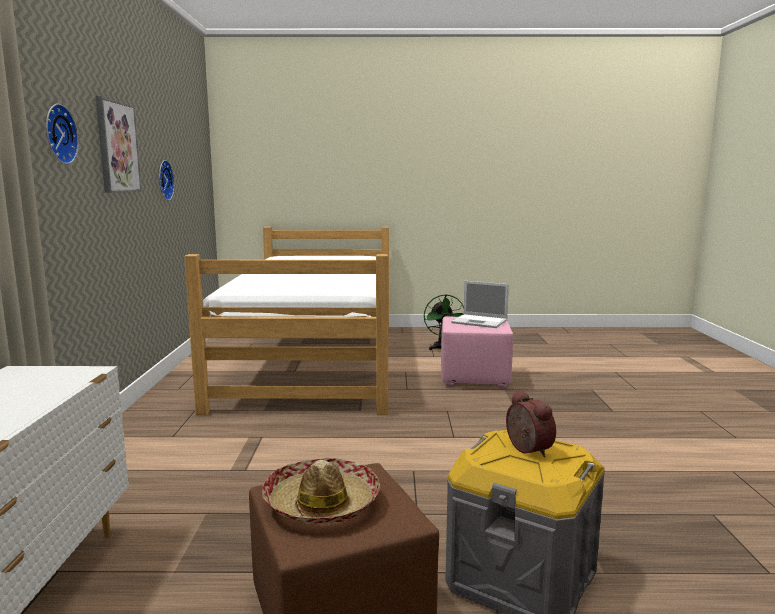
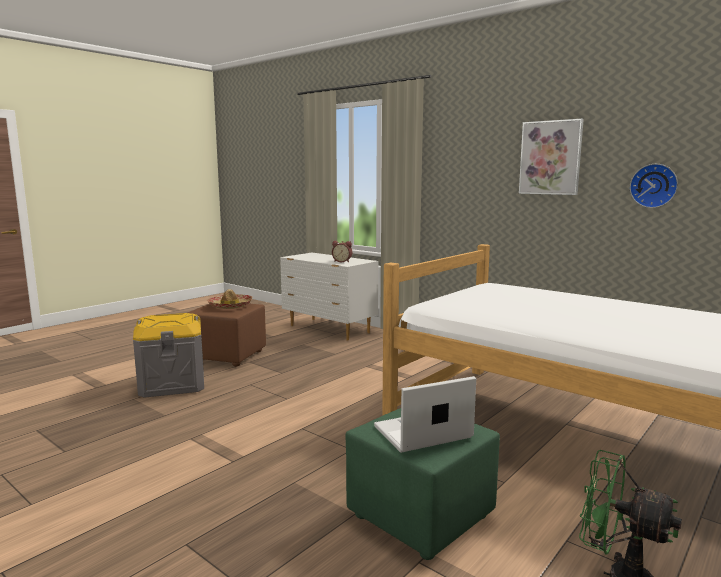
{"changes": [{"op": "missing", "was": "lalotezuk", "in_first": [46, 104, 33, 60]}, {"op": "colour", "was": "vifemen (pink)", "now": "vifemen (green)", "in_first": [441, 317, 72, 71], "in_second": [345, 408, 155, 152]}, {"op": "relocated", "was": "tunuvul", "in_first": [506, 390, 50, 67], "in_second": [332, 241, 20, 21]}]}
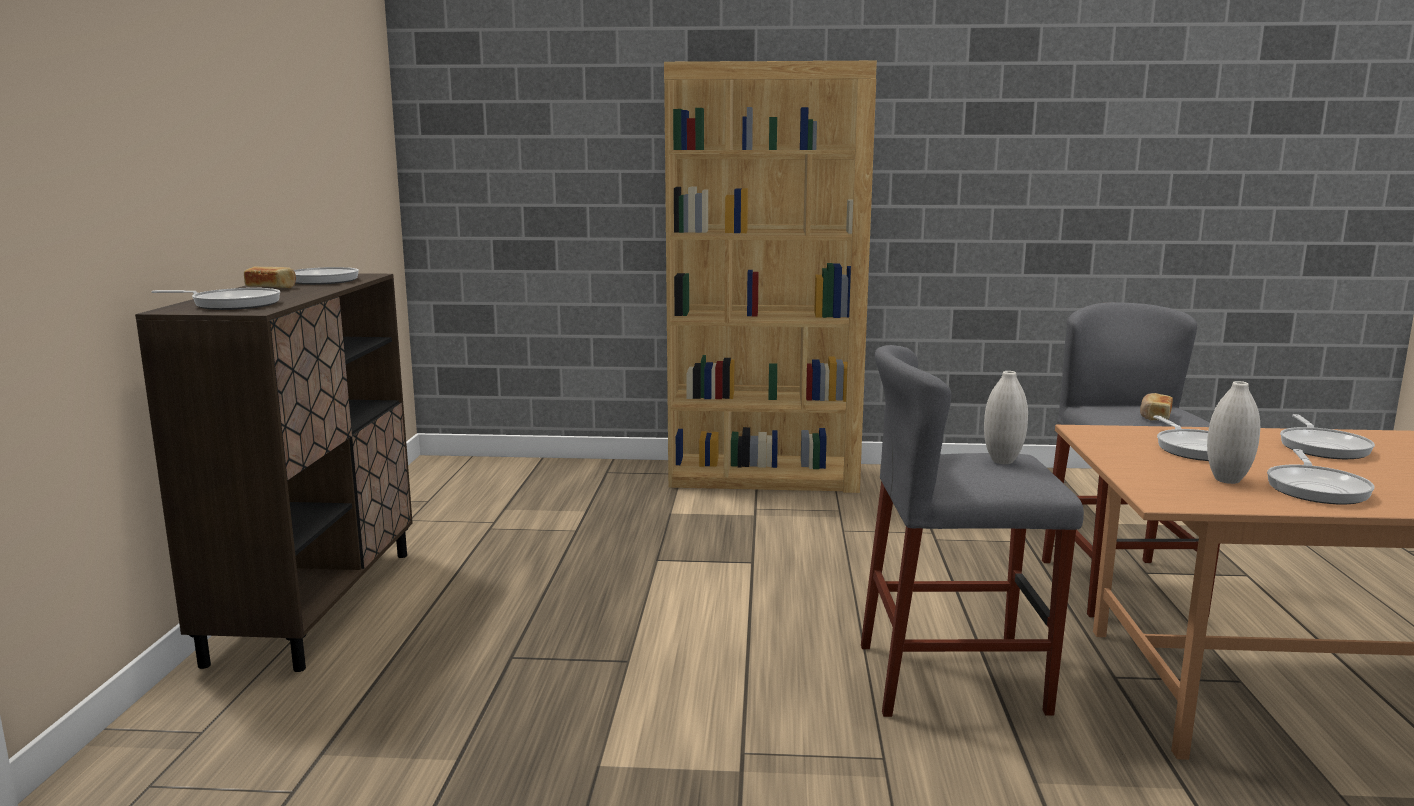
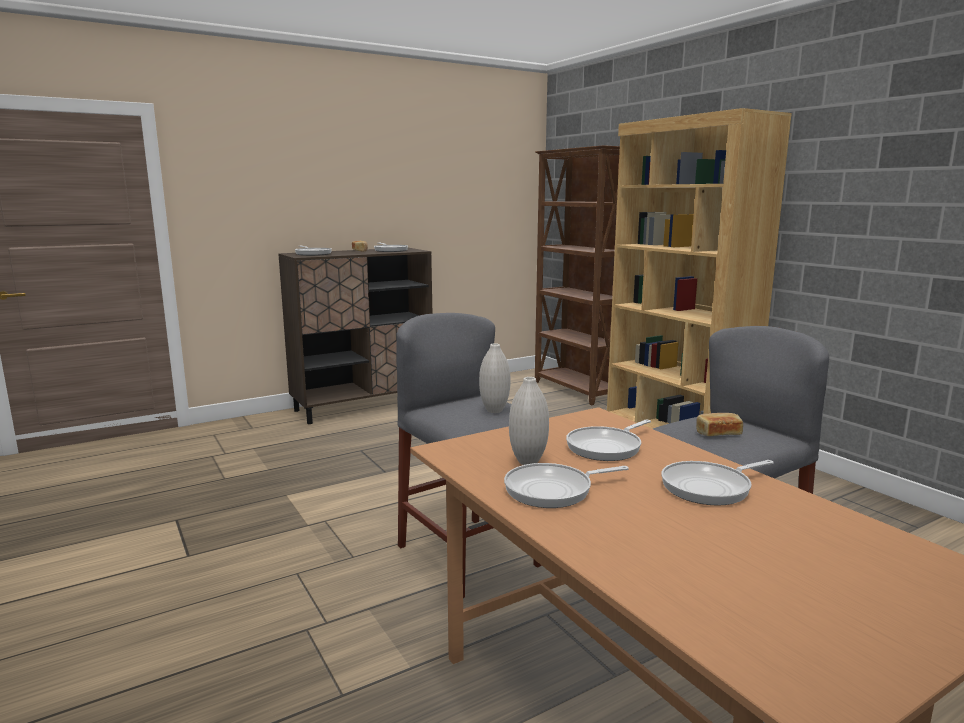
{"changes": [{"op": "appeared", "now": "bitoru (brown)", "in_second": [535, 145, 85, 260]}]}
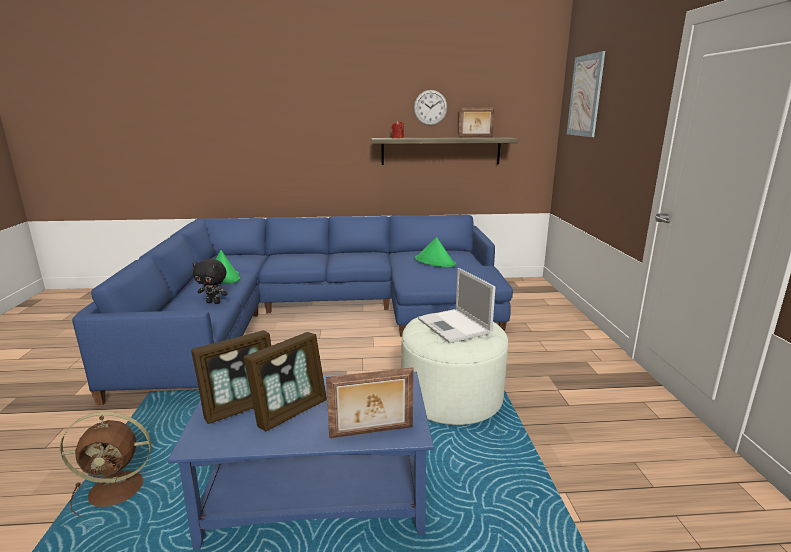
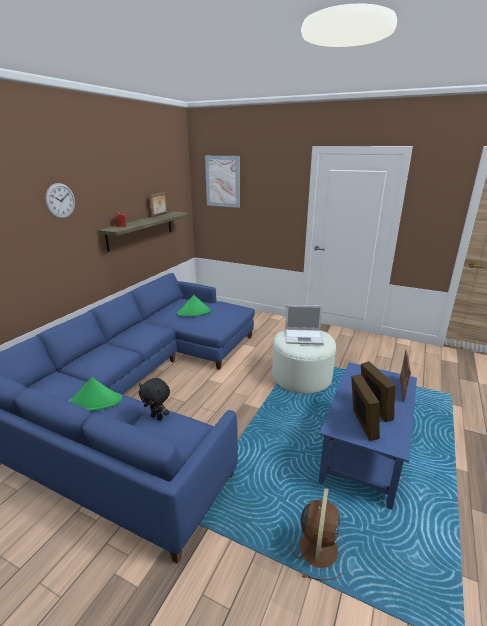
{"changes": [{"op": "relocated", "was": "lalotezuk", "in_first": [414, 90, 33, 35], "in_second": [45, 183, 30, 36]}, {"op": "spun", "was": "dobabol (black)", "in_first": [193, 259, 35, 45], "in_second": [139, 378, 31, 42], "clockwise": 75}]}
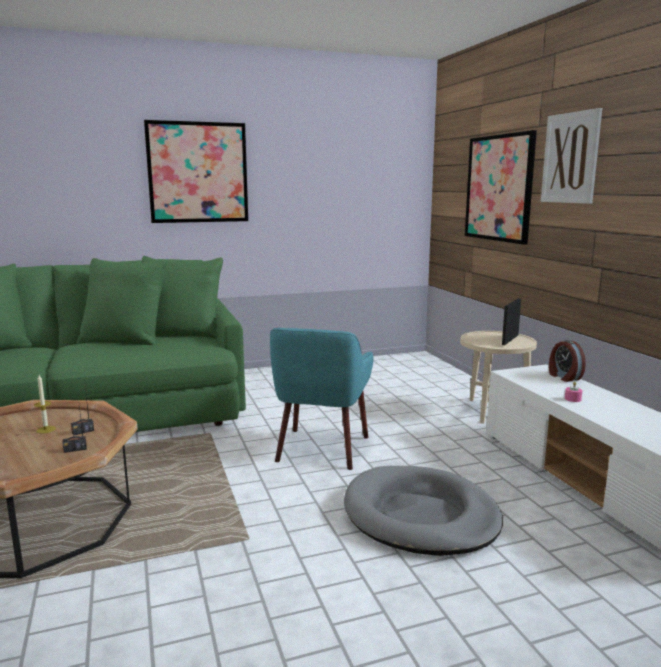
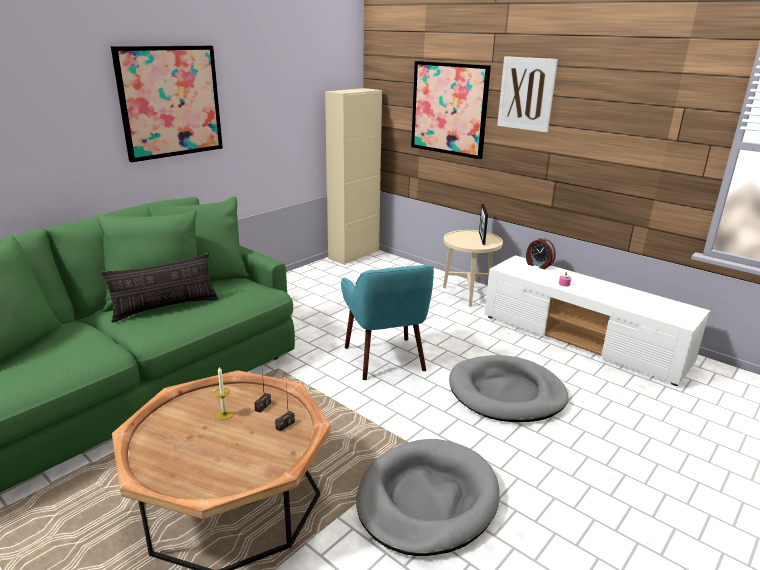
{"changes": [{"op": "appeared", "now": "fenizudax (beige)", "in_second": [325, 88, 57, 177]}, {"op": "appeared", "now": "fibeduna", "in_second": [101, 253, 118, 70]}, {"op": "appeared", "now": "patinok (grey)", "in_second": [356, 439, 144, 117]}]}
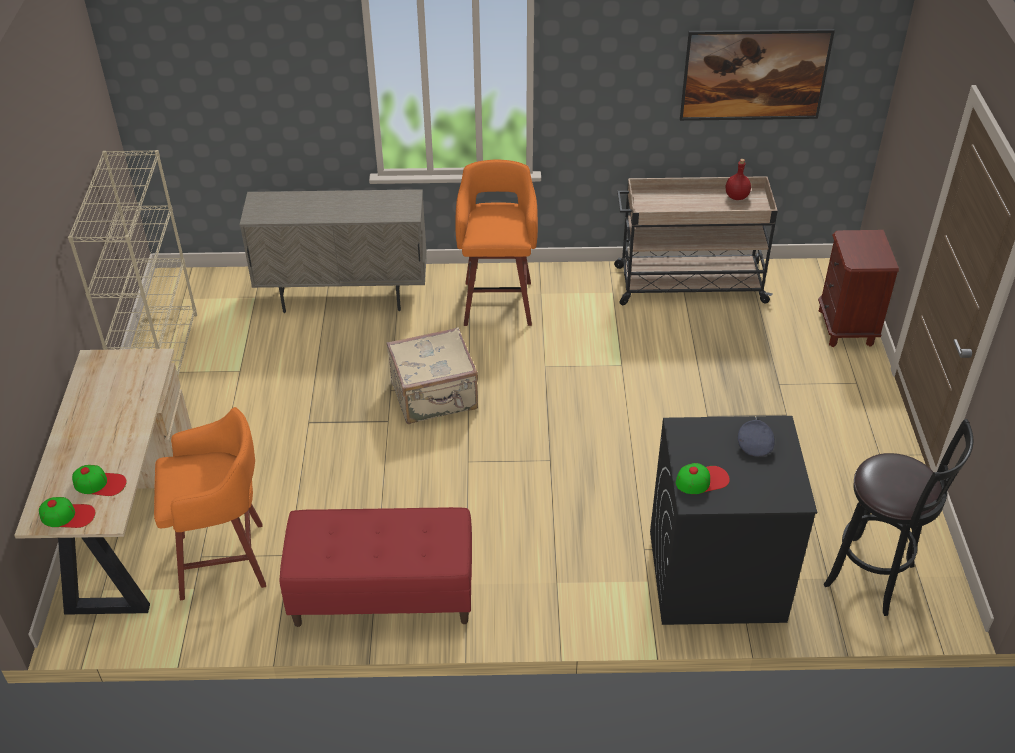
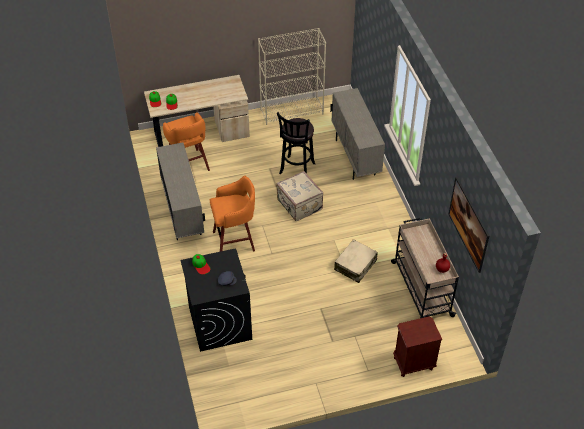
{"changes": [{"op": "relocated", "was": "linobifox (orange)", "in_first": [455, 160, 83, 166], "in_second": [210, 176, 45, 76]}, {"op": "relocated", "was": "linobifox (black)", "in_first": [824, 419, 149, 197], "in_second": [277, 112, 38, 62]}, {"op": "exchanged", "was": "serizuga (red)", "now": "fenizudax (beige)", "in_first": [280, 507, 192, 120], "in_second": [156, 142, 49, 98]}, {"op": "appeared", "now": "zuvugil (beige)", "in_second": [334, 239, 44, 44]}]}
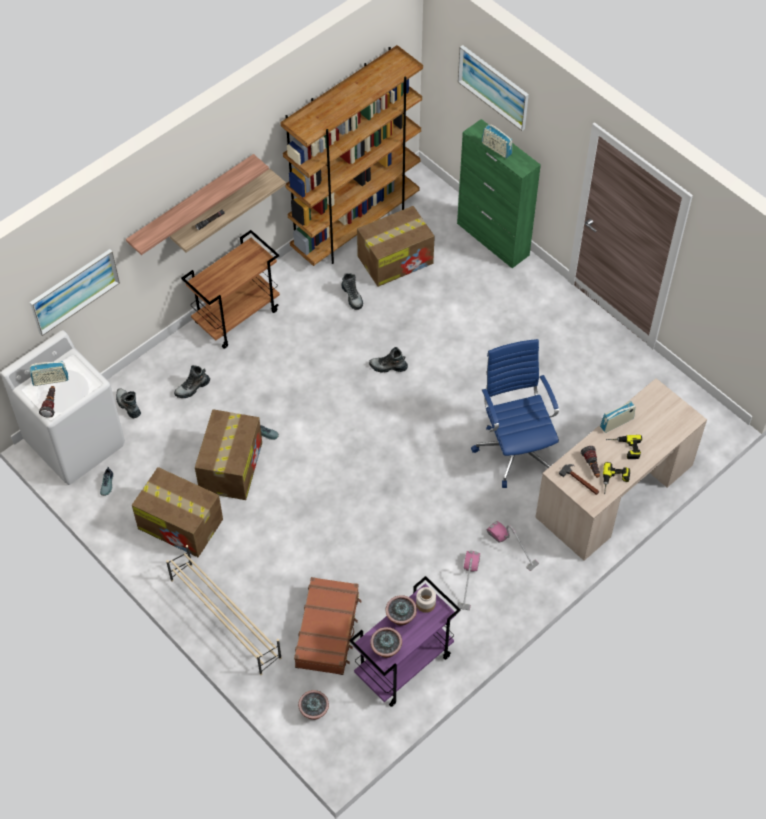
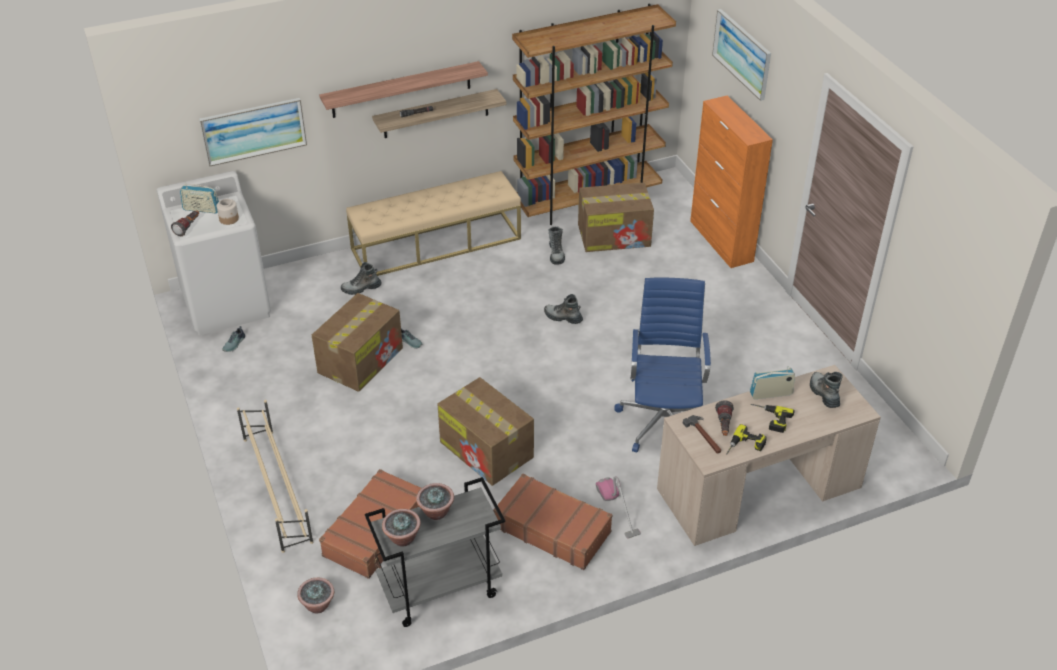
{"changes": [{"op": "colour", "was": "fenizudax (green)", "now": "fenizudax (orange)", "in_first": [457, 119, 84, 149], "in_second": [690, 95, 83, 173]}, {"op": "missing", "was": "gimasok", "in_first": [482, 124, 30, 34]}, {"op": "exchanged", "was": "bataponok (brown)", "now": "serizuga (beige)", "in_first": [181, 230, 99, 119], "in_second": [346, 171, 175, 105]}, {"op": "relocated", "was": "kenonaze", "in_first": [116, 388, 25, 30], "in_second": [810, 372, 33, 36]}, {"op": "relocated", "was": "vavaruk", "in_first": [132, 467, 91, 90], "in_second": [438, 377, 96, 109]}, {"op": "exchanged", "was": "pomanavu", "now": "zuvugil (brown)", "in_first": [457, 551, 23, 59], "in_second": [493, 474, 120, 96]}, {"op": "colour", "was": "bataponok (purple)", "now": "bataponok (grey)", "in_first": [349, 576, 112, 131], "in_second": [365, 477, 140, 150]}, {"op": "relocated", "was": "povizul", "in_first": [416, 587, 20, 26], "in_second": [217, 199, 22, 26]}]}
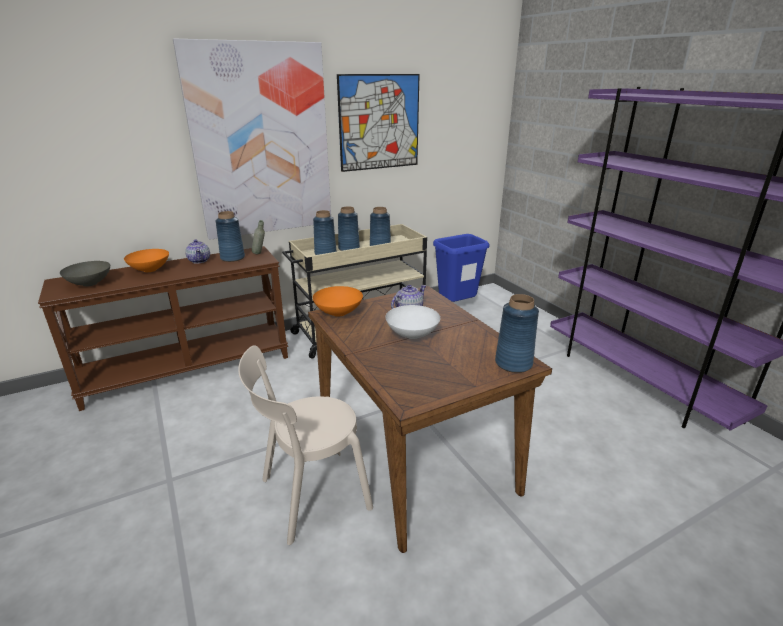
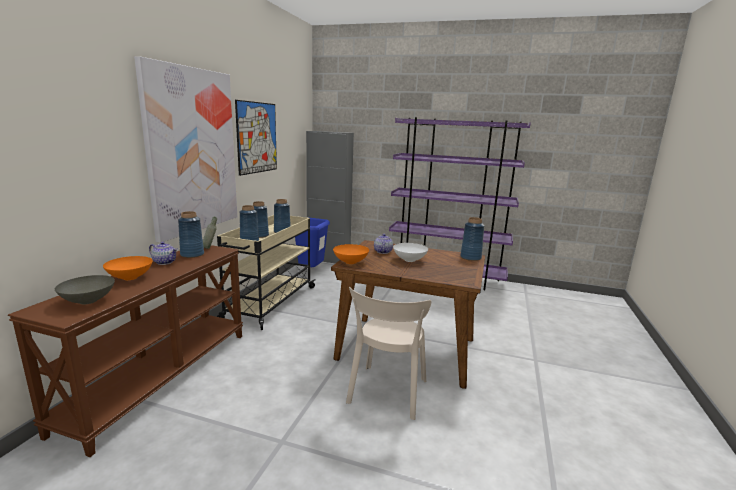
{"changes": [{"op": "appeared", "now": "fenizudax (grey)", "in_second": [306, 131, 48, 132]}]}
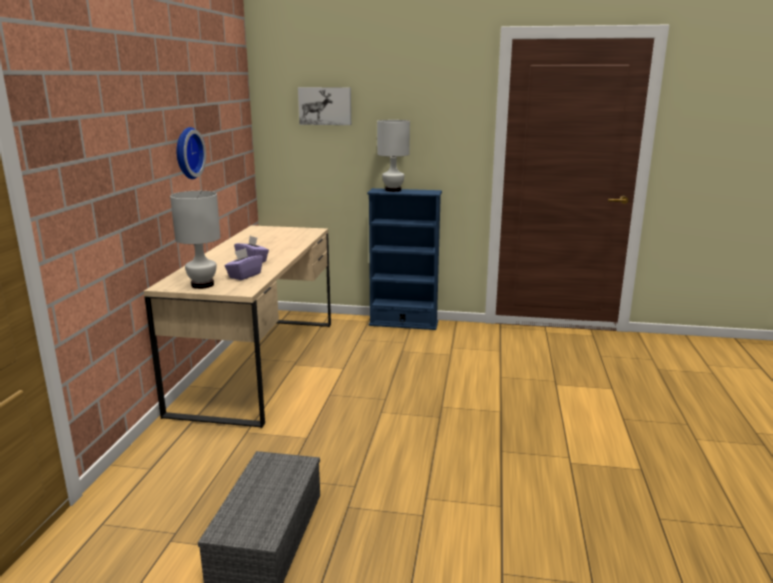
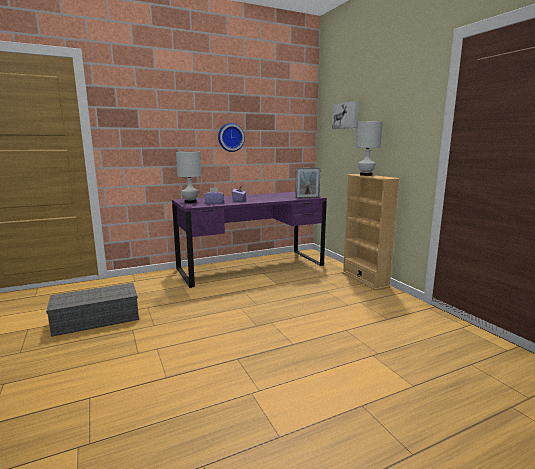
{"changes": [{"op": "colour", "was": "bitoru (blue)", "now": "bitoru (beige)", "in_first": [367, 188, 75, 142], "in_second": [342, 174, 58, 116]}, {"op": "colour", "was": "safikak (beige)", "now": "safikak (purple)", "in_first": [144, 226, 187, 202], "in_second": [172, 192, 155, 96]}, {"op": "appeared", "now": "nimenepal", "in_second": [295, 167, 26, 32]}]}
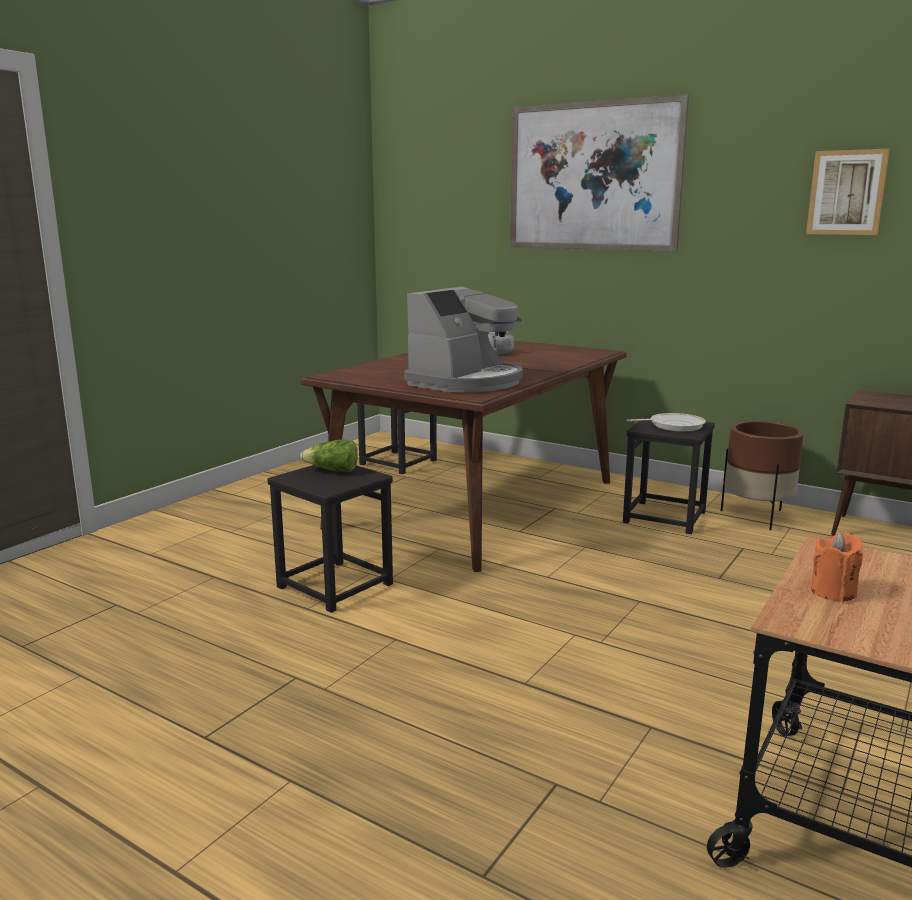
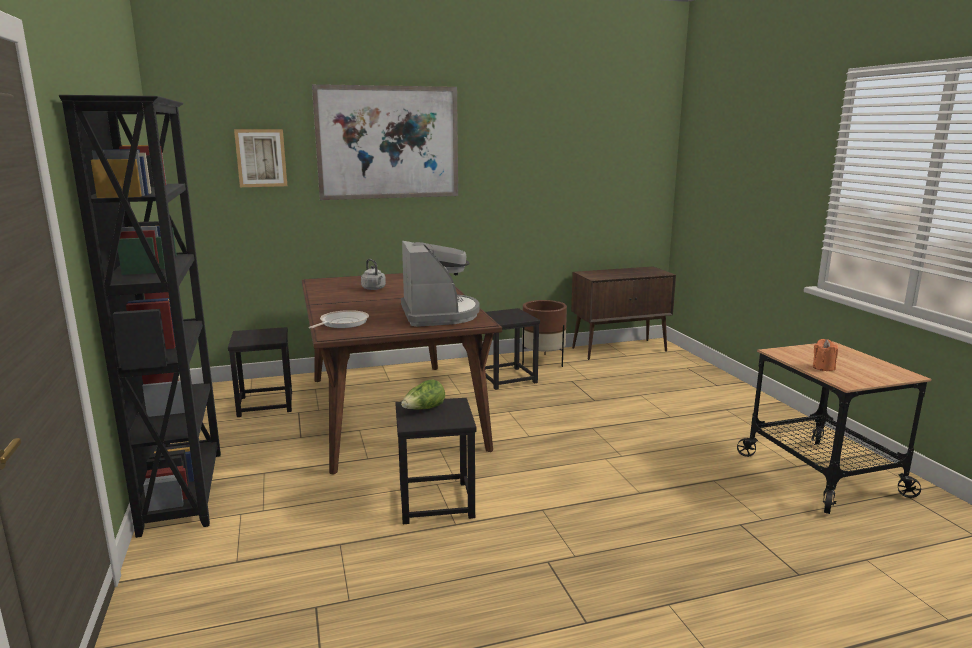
{"changes": [{"op": "relocated", "was": "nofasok", "in_first": [806, 149, 84, 86], "in_second": [234, 129, 53, 58]}, {"op": "relocated", "was": "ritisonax", "in_first": [626, 413, 80, 19], "in_second": [309, 310, 60, 18]}, {"op": "appeared", "now": "bitoru (black)", "in_second": [59, 95, 162, 443]}]}
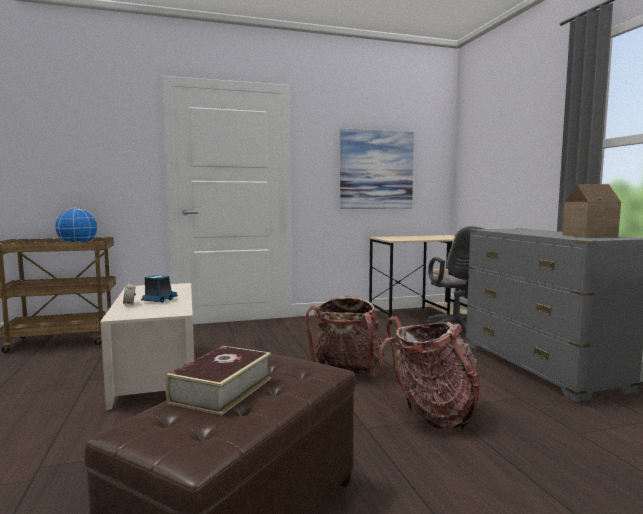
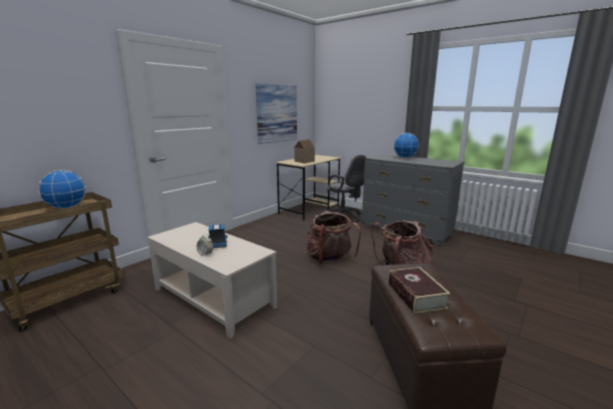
{"changes": [{"op": "relocated", "was": "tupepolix", "in_first": [562, 184, 59, 54], "in_second": [294, 139, 21, 24]}, {"op": "appeared", "now": "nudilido", "in_second": [394, 133, 25, 25]}]}
